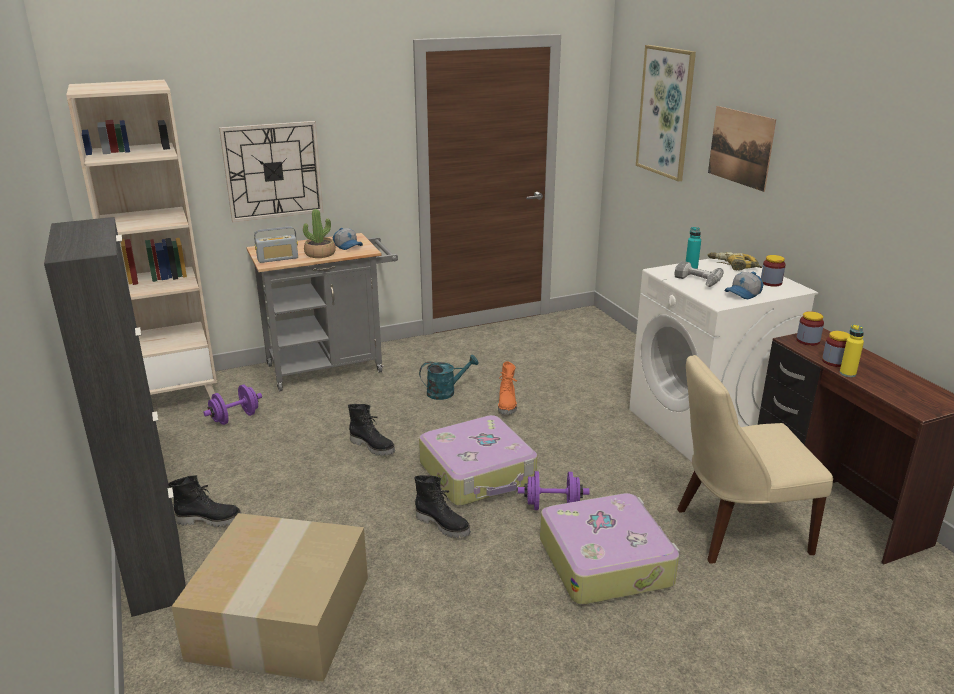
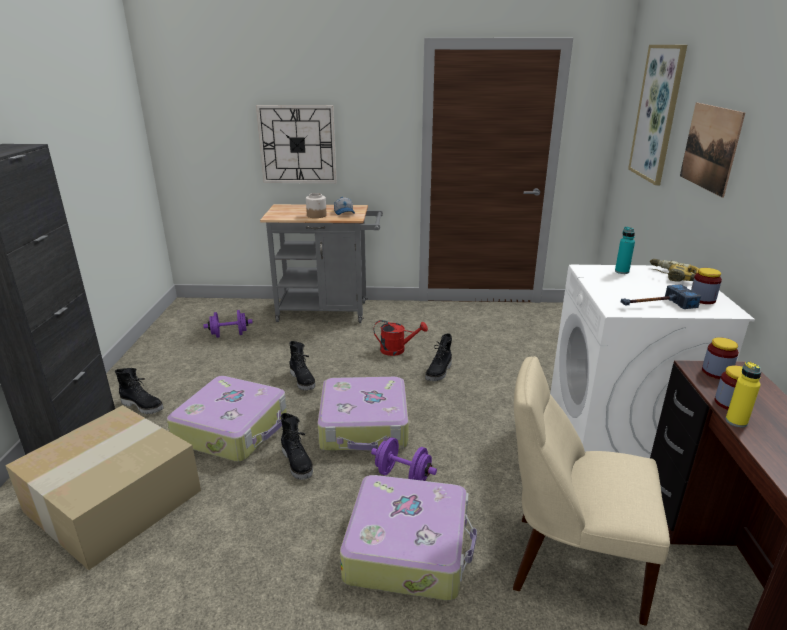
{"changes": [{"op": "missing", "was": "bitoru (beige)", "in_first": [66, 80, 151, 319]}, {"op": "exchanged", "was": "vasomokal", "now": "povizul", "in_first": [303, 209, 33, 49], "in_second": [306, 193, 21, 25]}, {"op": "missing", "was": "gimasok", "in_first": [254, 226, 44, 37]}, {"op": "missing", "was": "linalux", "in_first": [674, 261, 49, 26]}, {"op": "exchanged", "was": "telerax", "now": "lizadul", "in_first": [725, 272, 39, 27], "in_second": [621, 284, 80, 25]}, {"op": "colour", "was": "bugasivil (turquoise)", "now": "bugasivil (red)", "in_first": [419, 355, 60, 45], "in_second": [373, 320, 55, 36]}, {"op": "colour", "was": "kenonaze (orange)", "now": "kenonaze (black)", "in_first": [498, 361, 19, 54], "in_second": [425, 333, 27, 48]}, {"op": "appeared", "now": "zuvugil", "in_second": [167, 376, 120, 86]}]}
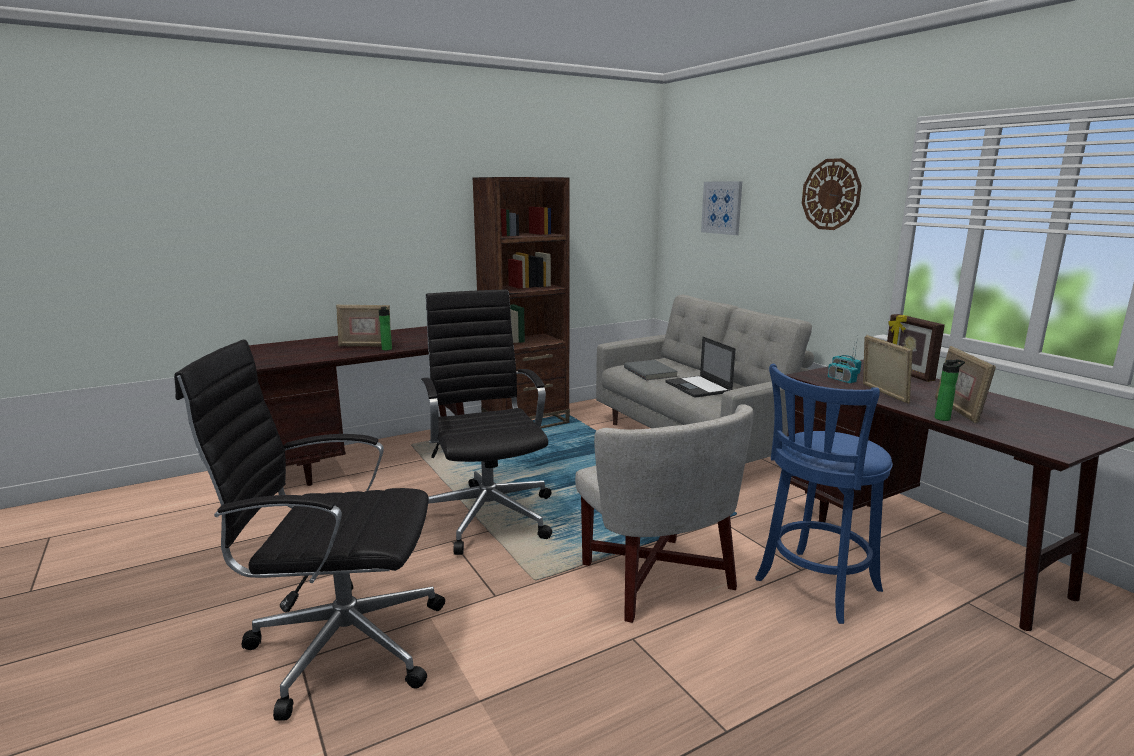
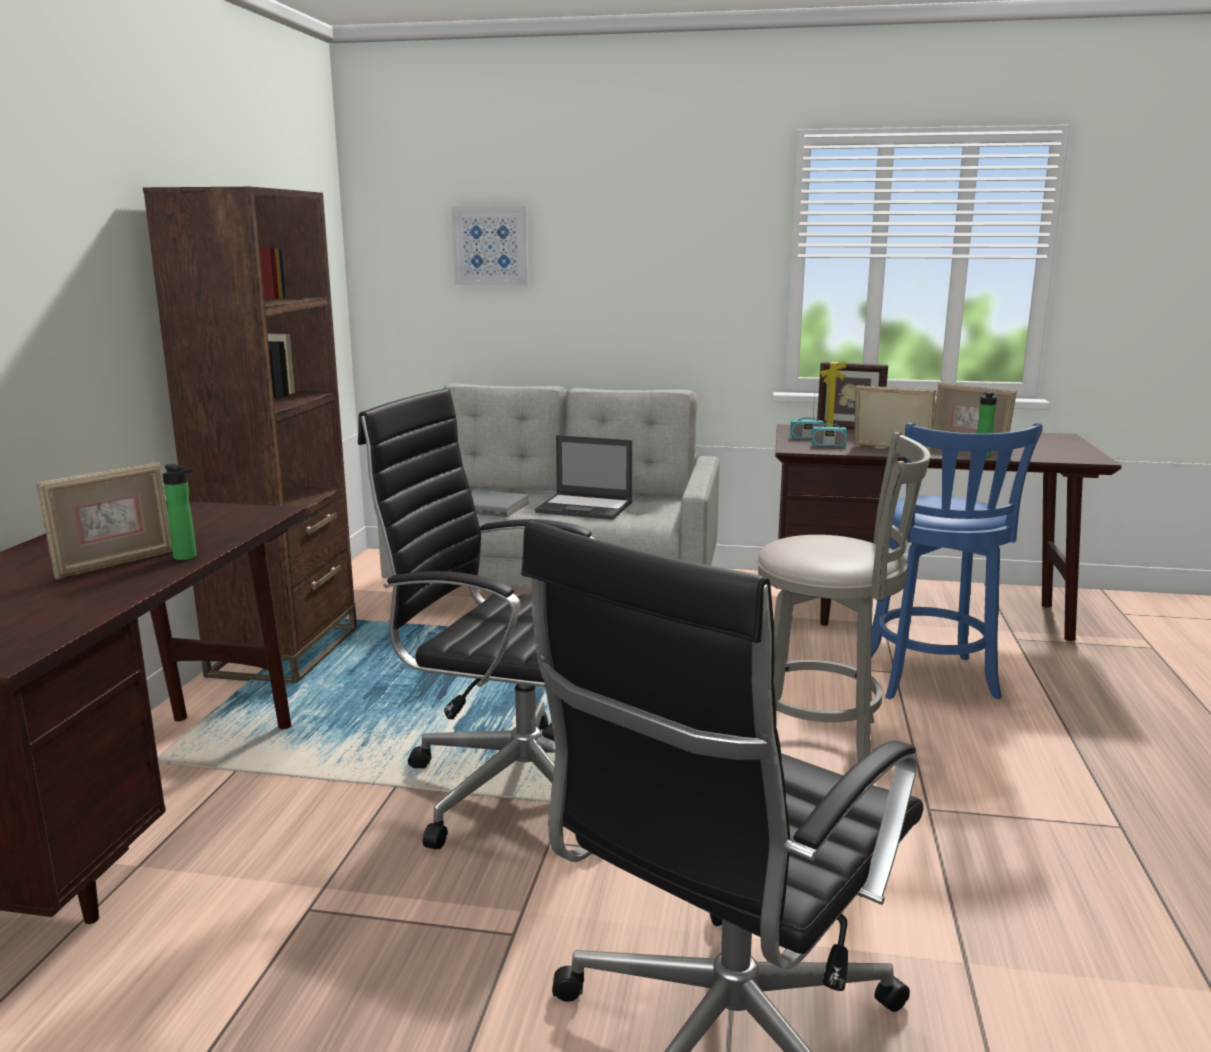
{"changes": [{"op": "missing", "was": "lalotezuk", "in_first": [802, 158, 60, 72]}, {"op": "exchanged", "was": "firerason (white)", "now": "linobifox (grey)", "in_first": [575, 404, 178, 219], "in_second": [757, 432, 174, 330]}]}
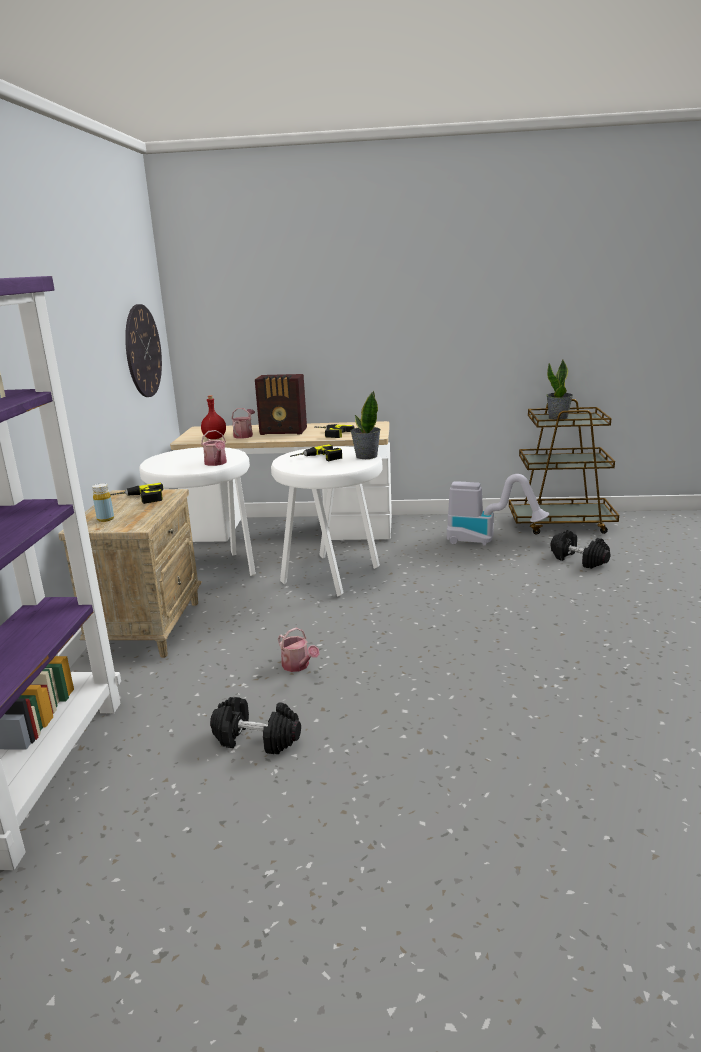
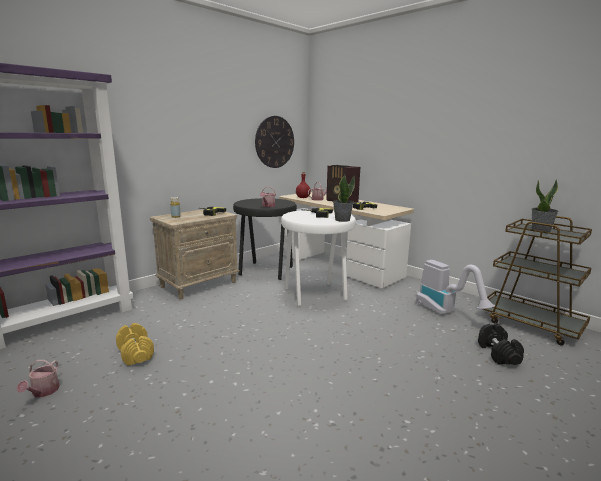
{"changes": [{"op": "colour", "was": "linobifox (white)", "now": "linobifox (black)", "in_first": [139, 447, 117, 129], "in_second": [233, 198, 64, 82]}, {"op": "relocated", "was": "bugasivil", "in_first": [278, 628, 41, 44], "in_second": [17, 360, 43, 37]}, {"op": "colour", "was": "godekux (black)", "now": "godekux (yellow)", "in_first": [210, 697, 91, 57], "in_second": [116, 323, 38, 43]}]}
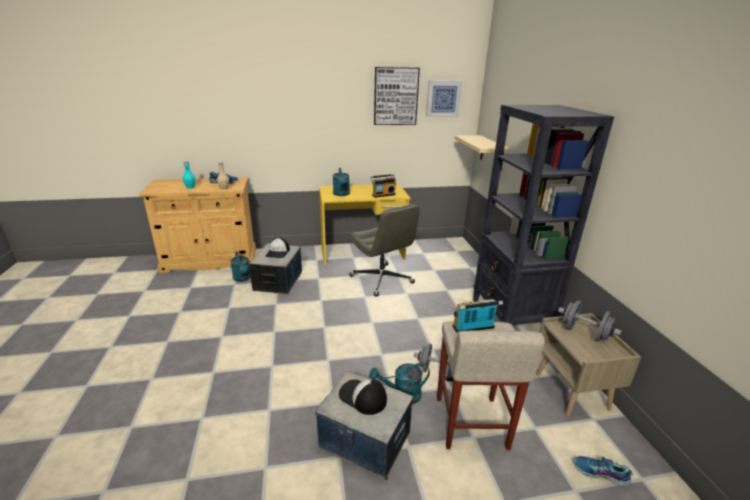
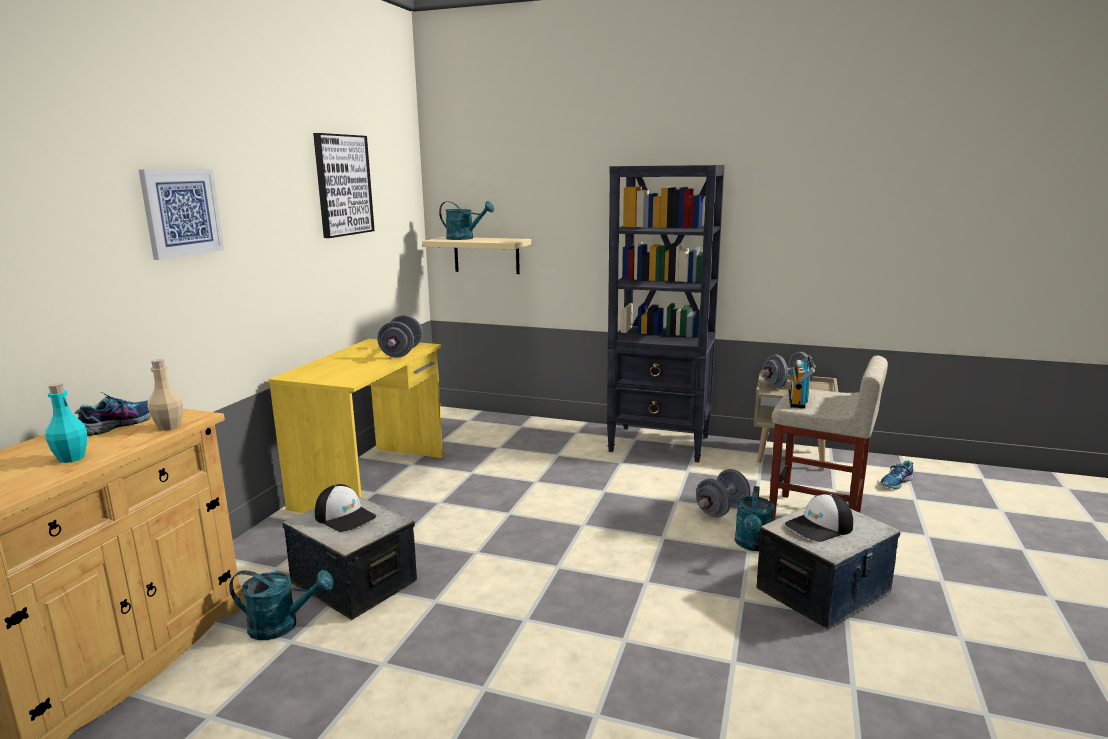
{"changes": [{"op": "relocated", "was": "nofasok", "in_first": [426, 80, 36, 37], "in_second": [139, 169, 85, 91]}, {"op": "relocated", "was": "bugasivil (turquoise)", "in_first": [333, 168, 17, 28], "in_second": [439, 201, 55, 39]}, {"op": "exchanged", "was": "gimasok", "now": "godekux (grey)", "in_first": [371, 174, 25, 24], "in_second": [377, 315, 46, 43]}, {"op": "missing", "was": "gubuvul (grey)", "in_first": [349, 204, 71, 92]}]}
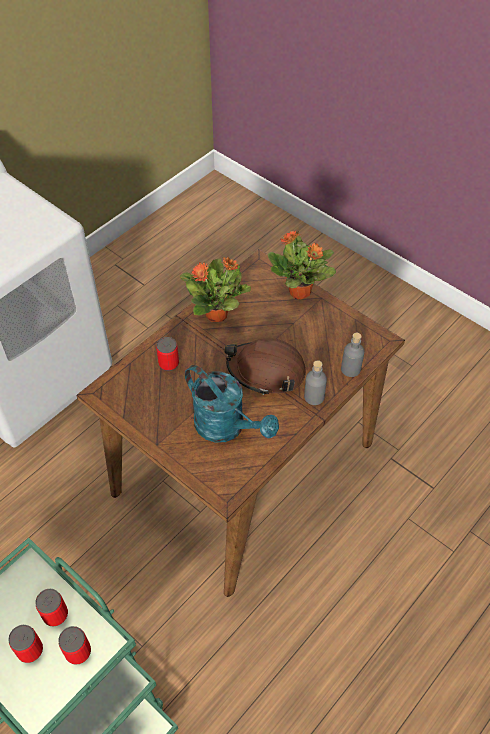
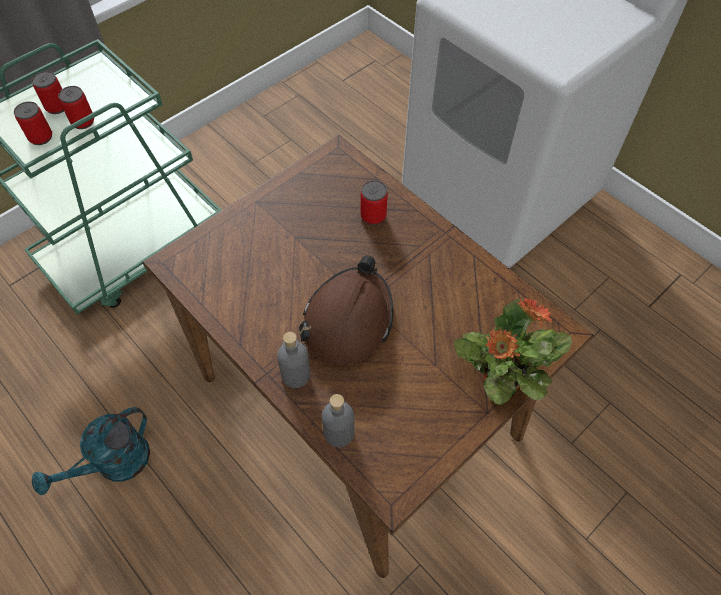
{"changes": [{"op": "missing", "was": "vasomokal", "in_first": [180, 257, 71, 65]}, {"op": "relocated", "was": "bugasivil (turquoise)", "in_first": [185, 365, 94, 78], "in_second": [32, 407, 118, 88]}]}
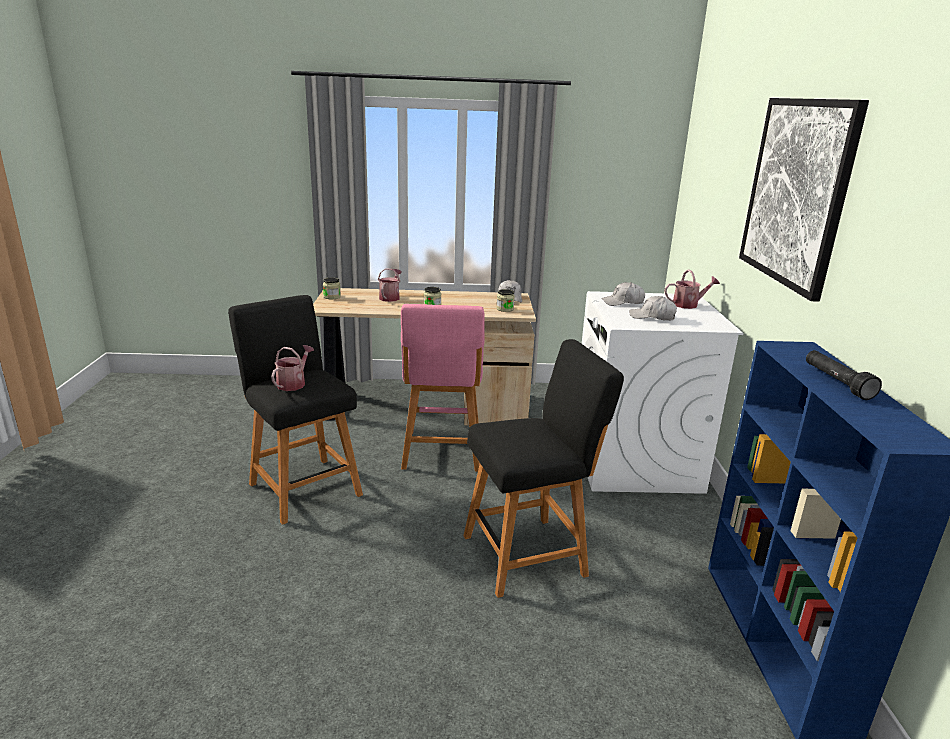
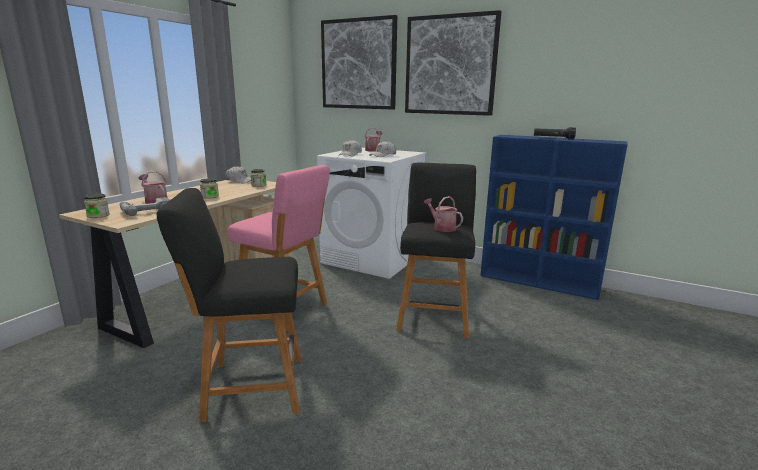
{"changes": [{"op": "relocated", "was": "bugasivil", "in_first": [271, 345, 43, 46], "in_second": [424, 196, 39, 36]}, {"op": "appeared", "now": "nofasok", "in_second": [321, 15, 76, 95]}, {"op": "appeared", "now": "linalux", "in_second": [119, 197, 51, 19]}]}
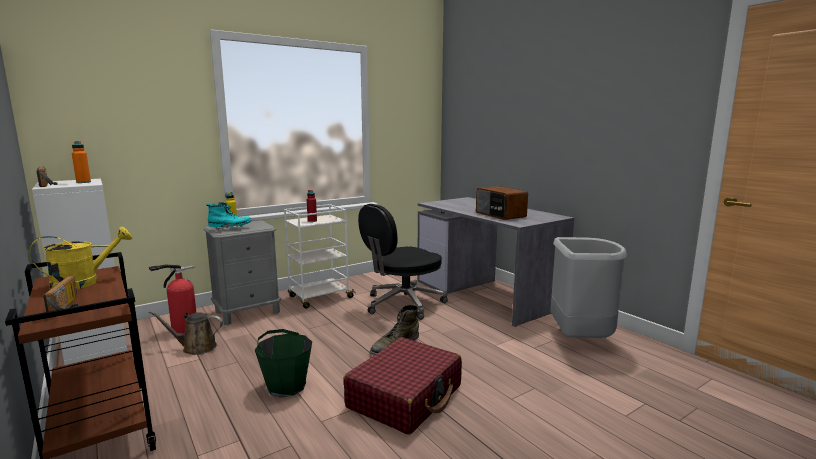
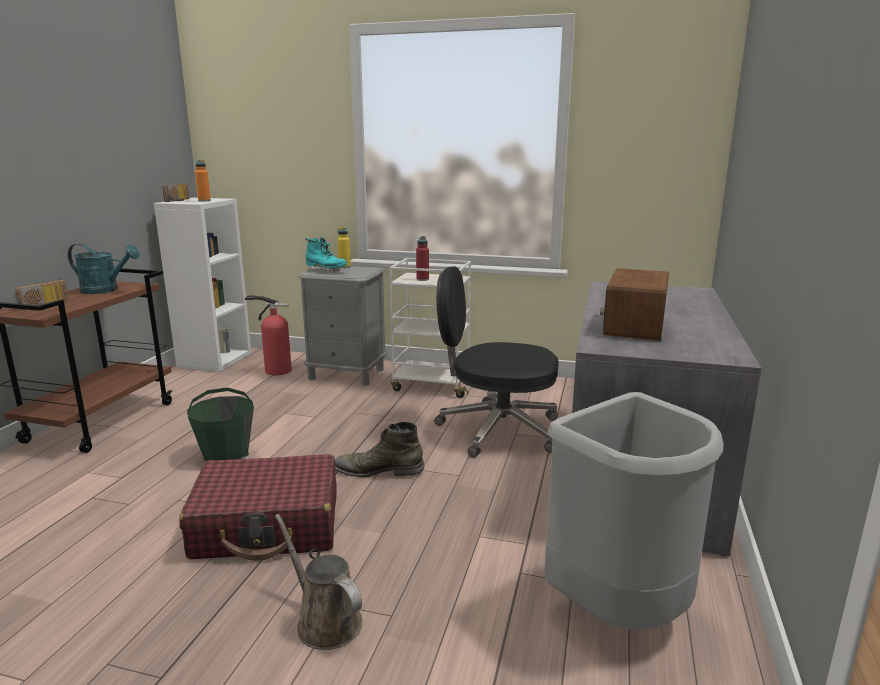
{"changes": [{"op": "colour", "was": "bugasivil (yellow)", "now": "bugasivil (turquoise)", "in_first": [30, 227, 102, 62], "in_second": [68, 244, 72, 50]}, {"op": "relocated", "was": "bugasivil (brown)", "in_first": [149, 311, 74, 44], "in_second": [275, 514, 87, 136]}]}
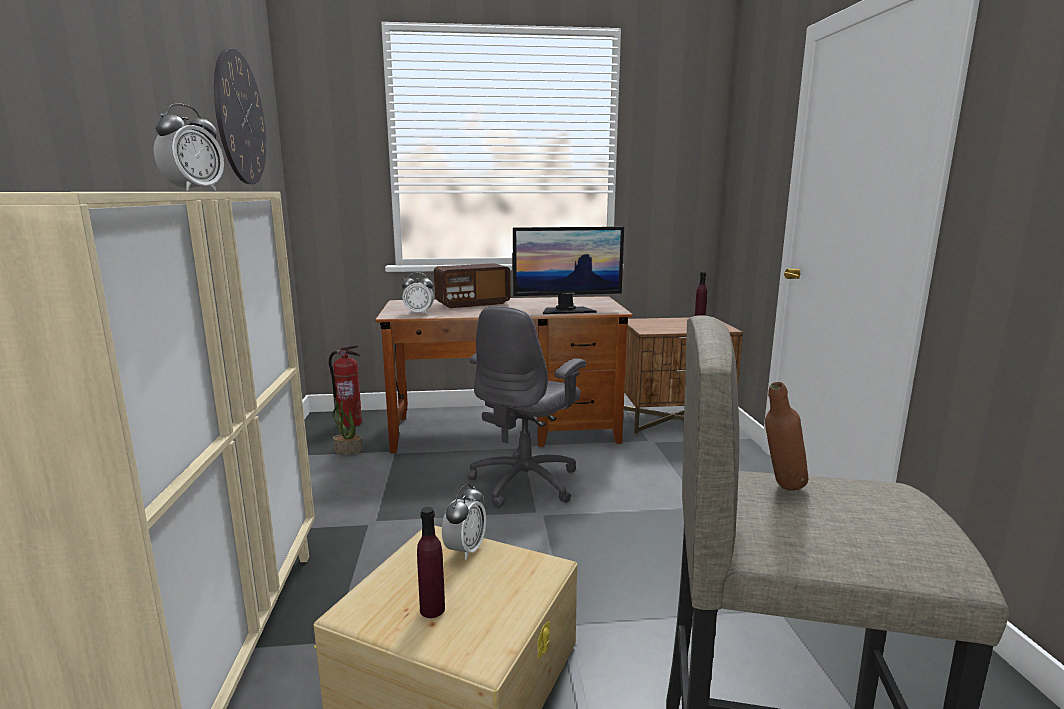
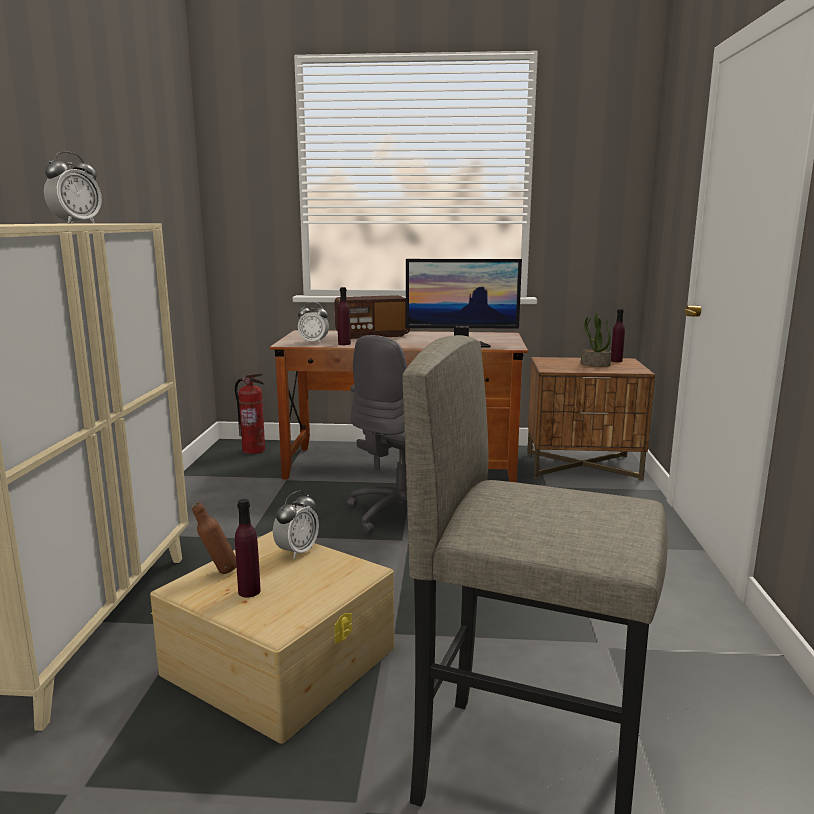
{"changes": [{"op": "missing", "was": "lalotezuk", "in_first": [214, 48, 52, 136]}, {"op": "relocated", "was": "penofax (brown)", "in_first": [765, 382, 44, 108], "in_second": [192, 502, 44, 72]}, {"op": "relocated", "was": "vasomokal", "in_first": [332, 400, 31, 55], "in_second": [581, 312, 30, 55]}, {"op": "appeared", "now": "penofax (purple)", "in_second": [337, 287, 14, 58]}]}
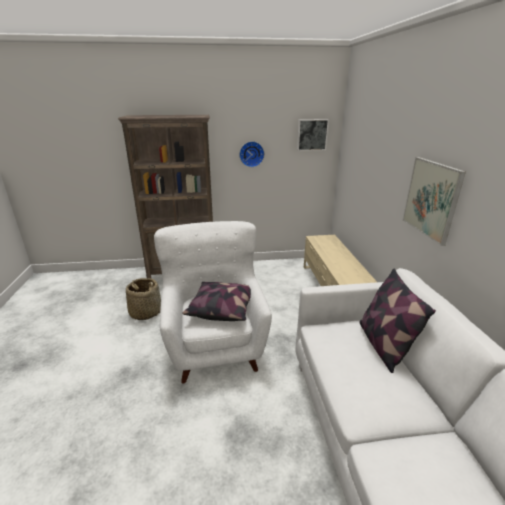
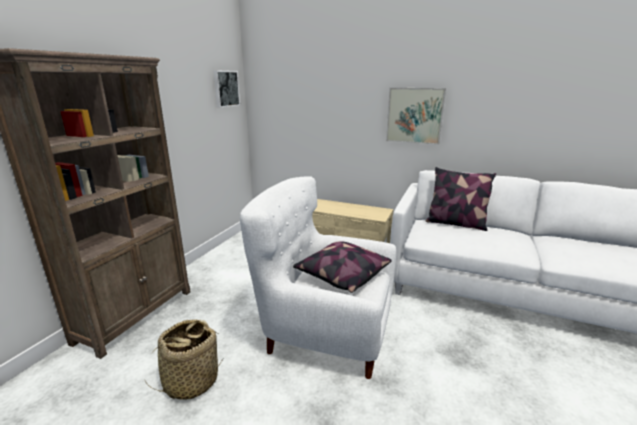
{"changes": [{"op": "missing", "was": "lalotezuk", "in_first": [239, 141, 25, 26]}]}
